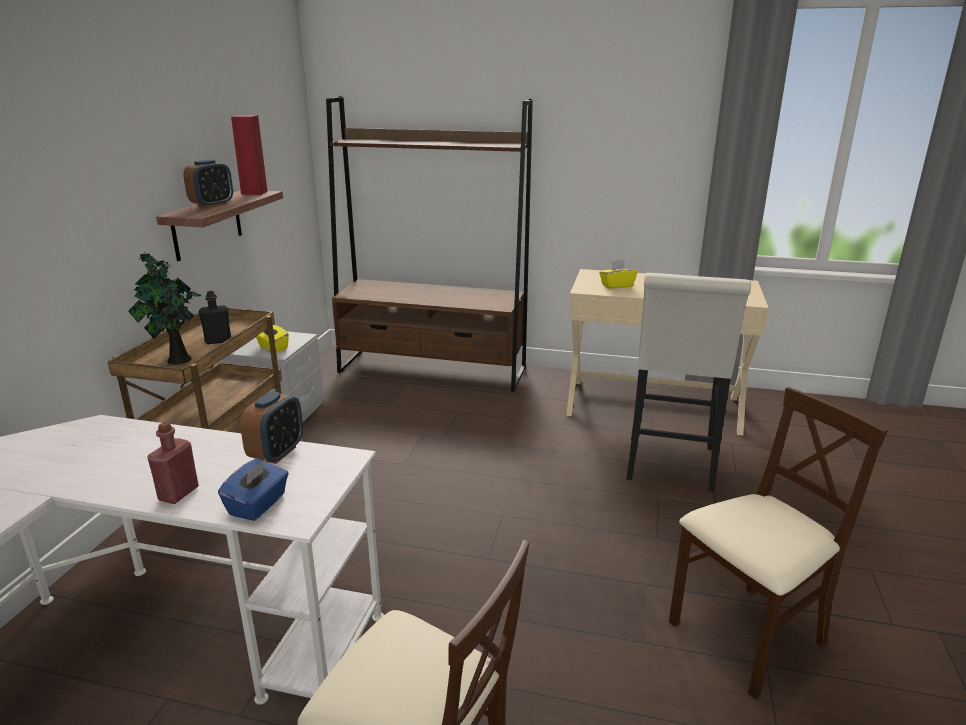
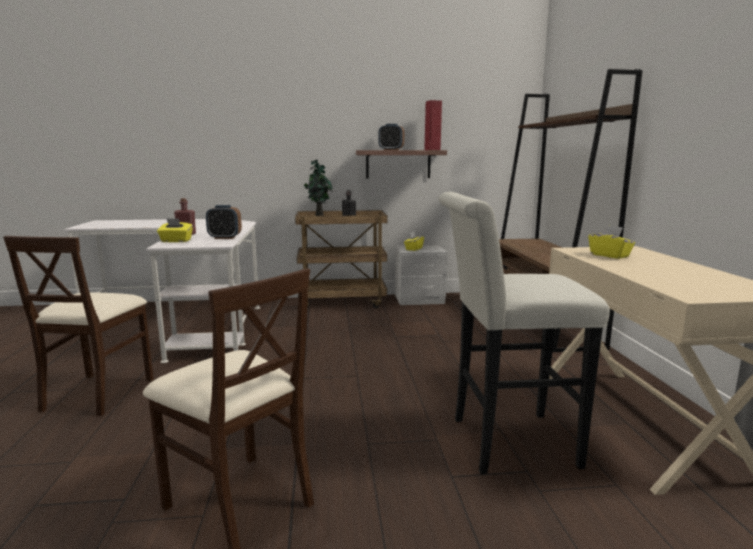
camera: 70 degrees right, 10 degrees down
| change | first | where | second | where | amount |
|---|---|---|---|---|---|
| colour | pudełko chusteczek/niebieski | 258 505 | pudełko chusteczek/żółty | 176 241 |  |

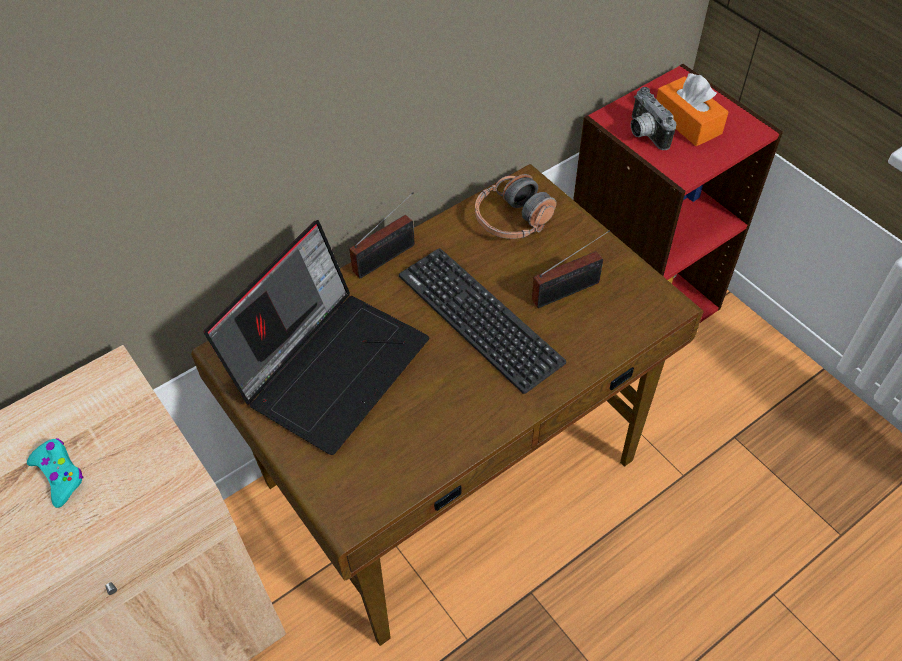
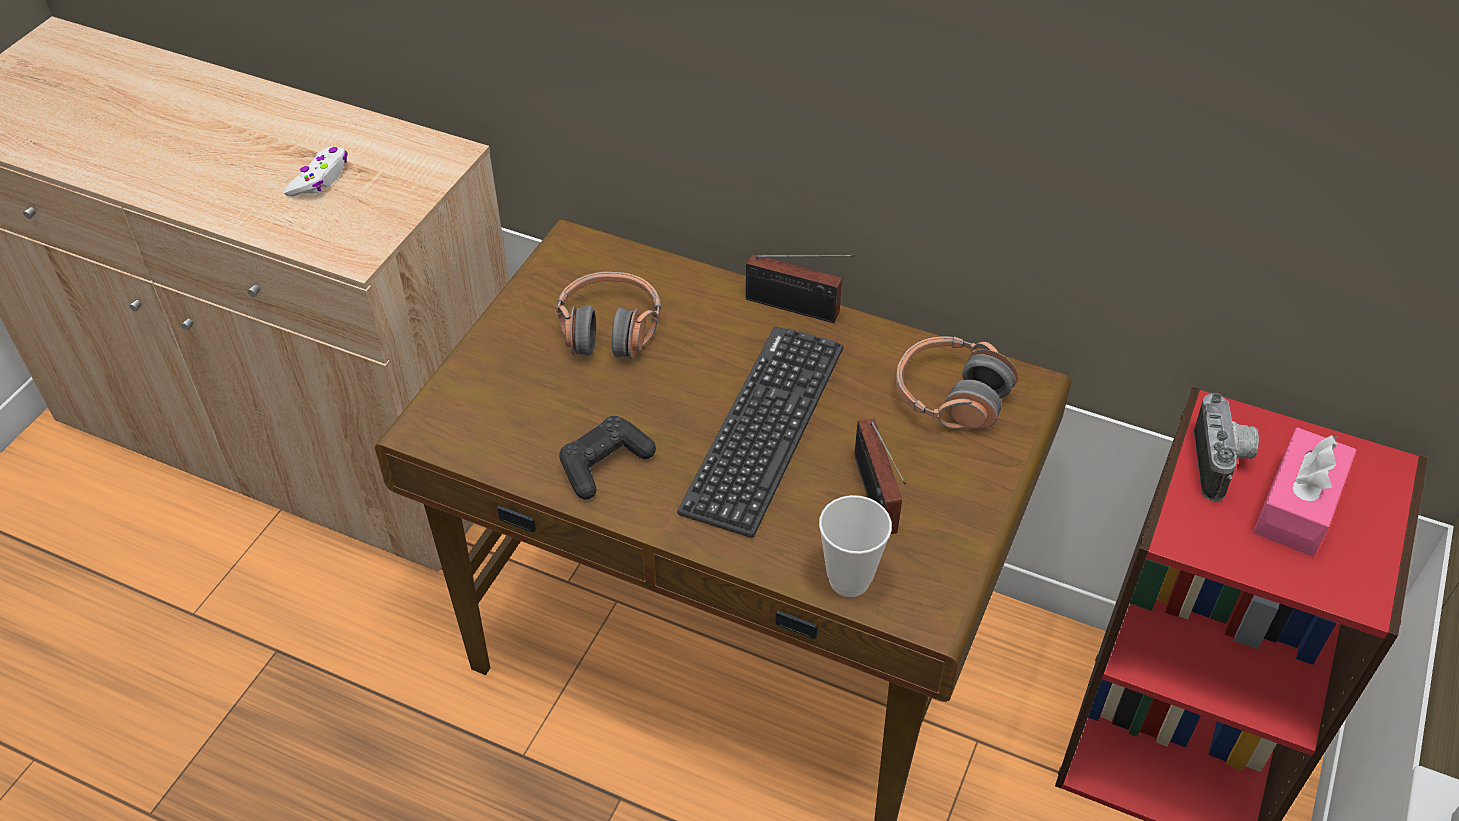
camera: 60 degrees right, 5 degrees down
| change | first | where | second | where | amount |
|---|---|---|---|---|---|
| colour | pudełko chusteczek/pomarańczowy | 687 122 | pudełko chusteczek/różowy | 1297 506 |  |
| spun | aparat fotograficzny | 644 134 |  | 1221 464 | 150 degrees clockwise |
| exchanged | laptop | 331 364 | słuchawki | 609 329 |  |
| spun | radio | 569 290 |  | 875 499 | 45 degrees clockwise |
| colour | pad do gier/turkusowy | 59 474 | pad do gier/biały | 320 179 |  |
| appeared |  |  | pad do gier/czarny | 604 464 |  |
| appeared |  |  | filiżanka | 849 580 |  |

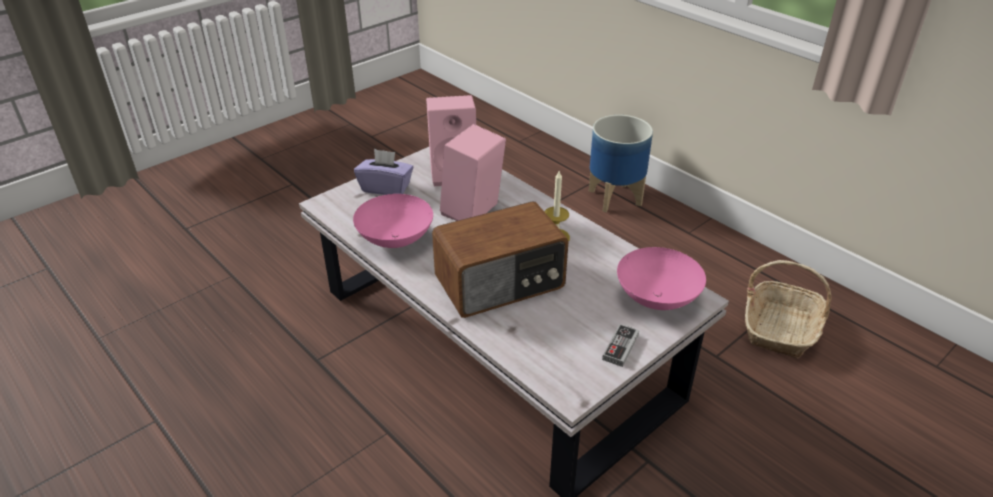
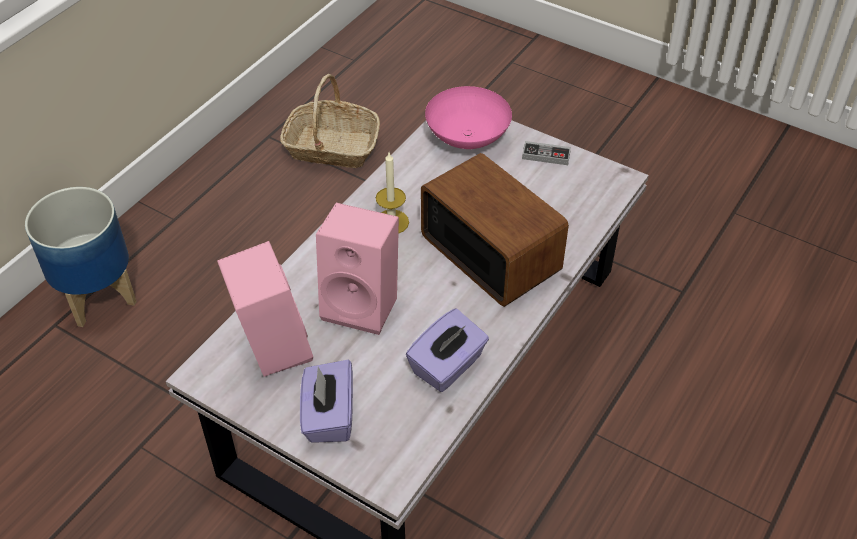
camera: 105 degrees left, 10 degrees up
| change | first | where | second | where | amount |
|---|---|---|---|---|---|
| exchanged | miska/różowy | 396 240 | pudełko chusteczek/fioletowy | 447 366 |  |

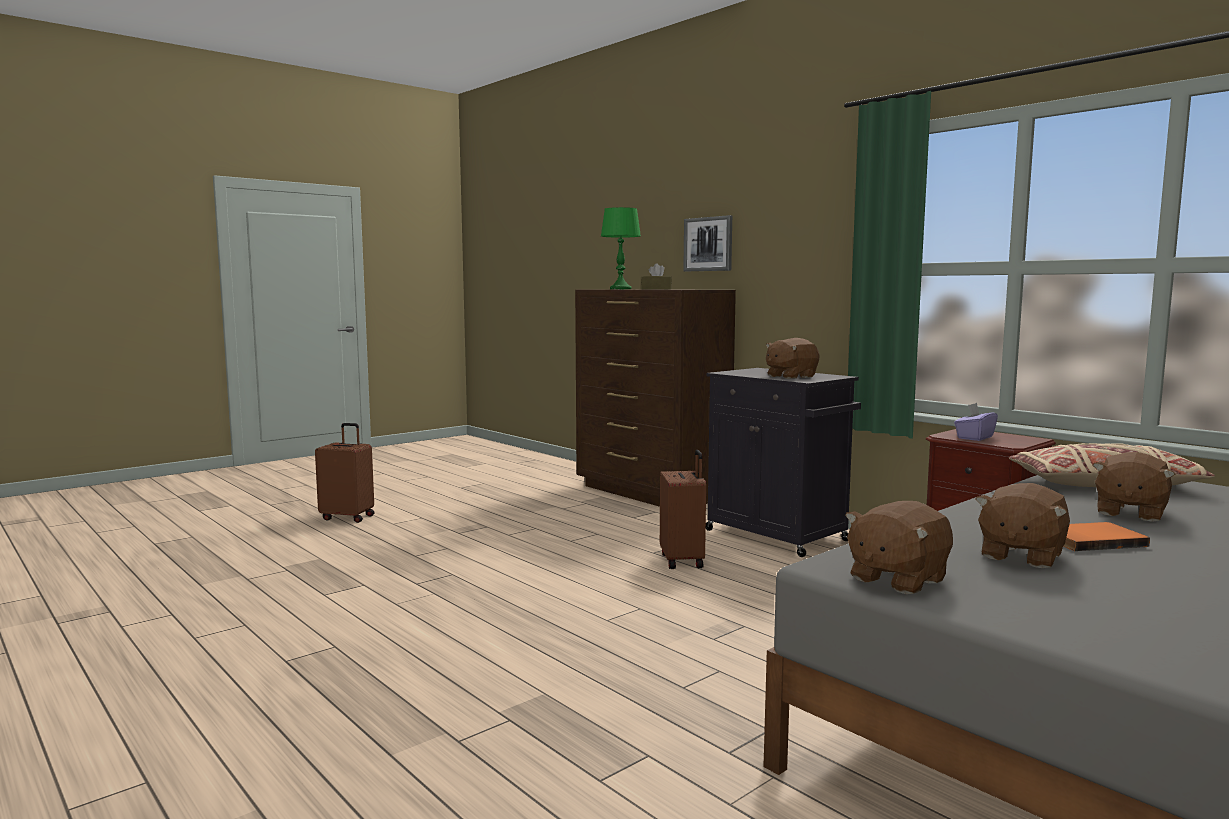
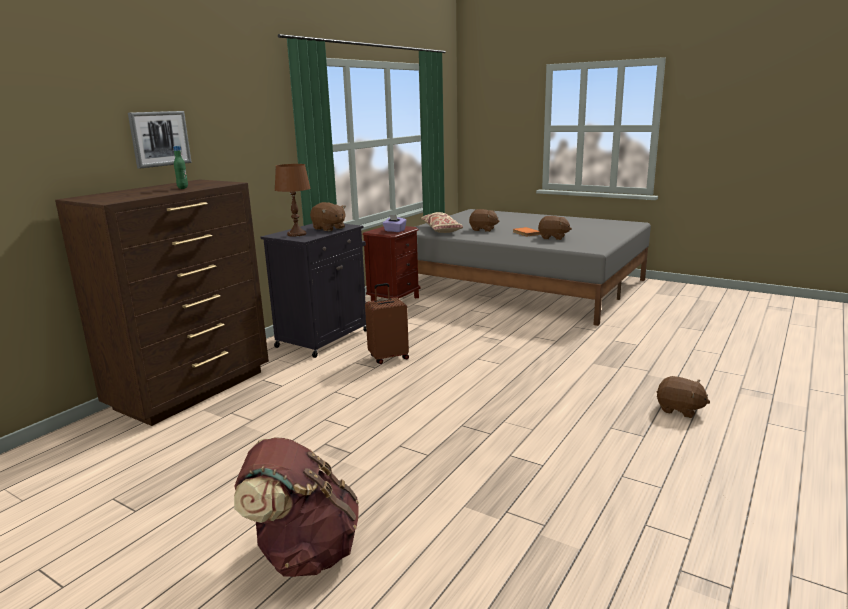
camera: 105 degrees left, 10 degrees up
| change | first | where | second | where | amount |
|---|---|---|---|---|---|
| missing | lampa stołowa/zielony | 620 289 |  |  |  |
| exchanged | pudełko chusteczek/brązowy | 656 289 | butelka/zielony | 182 188 |  |
| exchanged | walizka/brązowy | 348 517 | plecak/brązowy | 303 553 |  |
| relocated | pluszak/brązowy | 896 579 |  | 679 409 |  |
| appeared |  |  | lampa stołowa/brązowy | 296 234 |  |

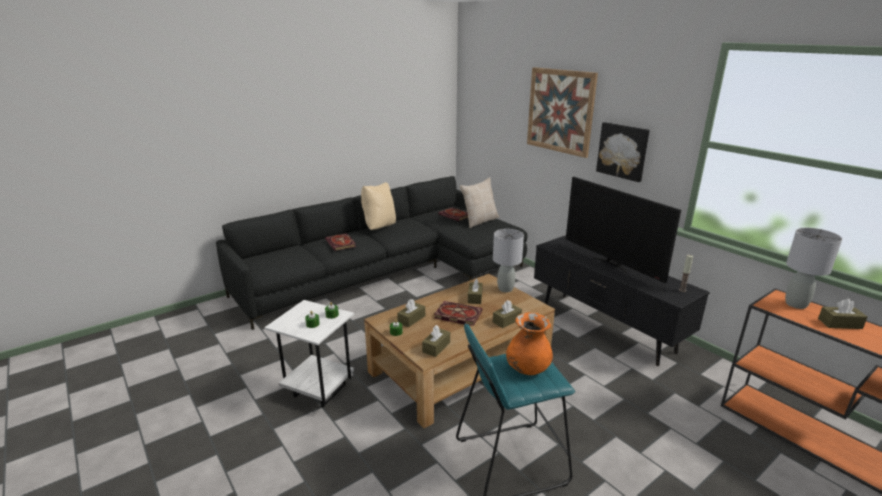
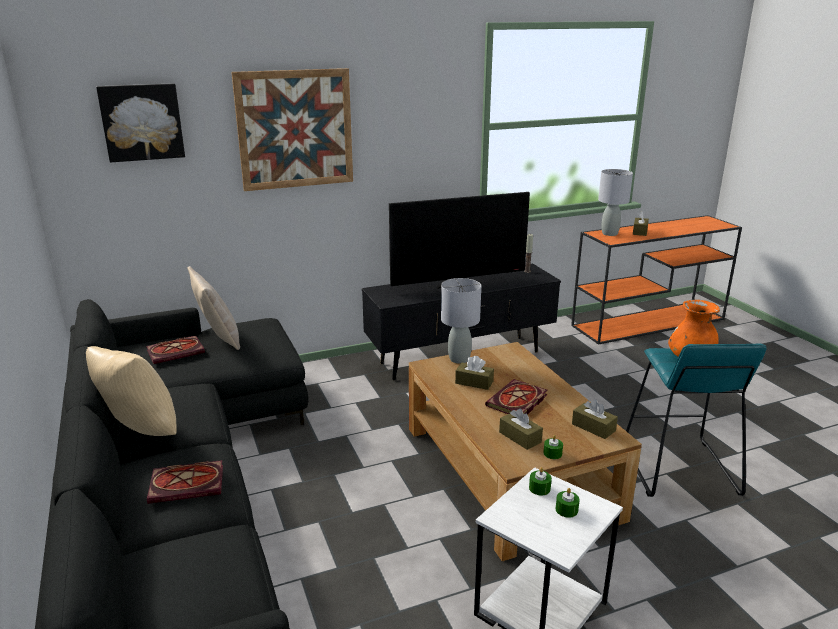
camera: 75 degrees left, 0 degrees up
| change | first | where | second | where | amount |
|---|---|---|---|---|---|
| relocated | obraz | 623 151 |  | 142 122 |  |
| missing | pudełko chusteczek/brązowy | 506 320 |  |  |  |

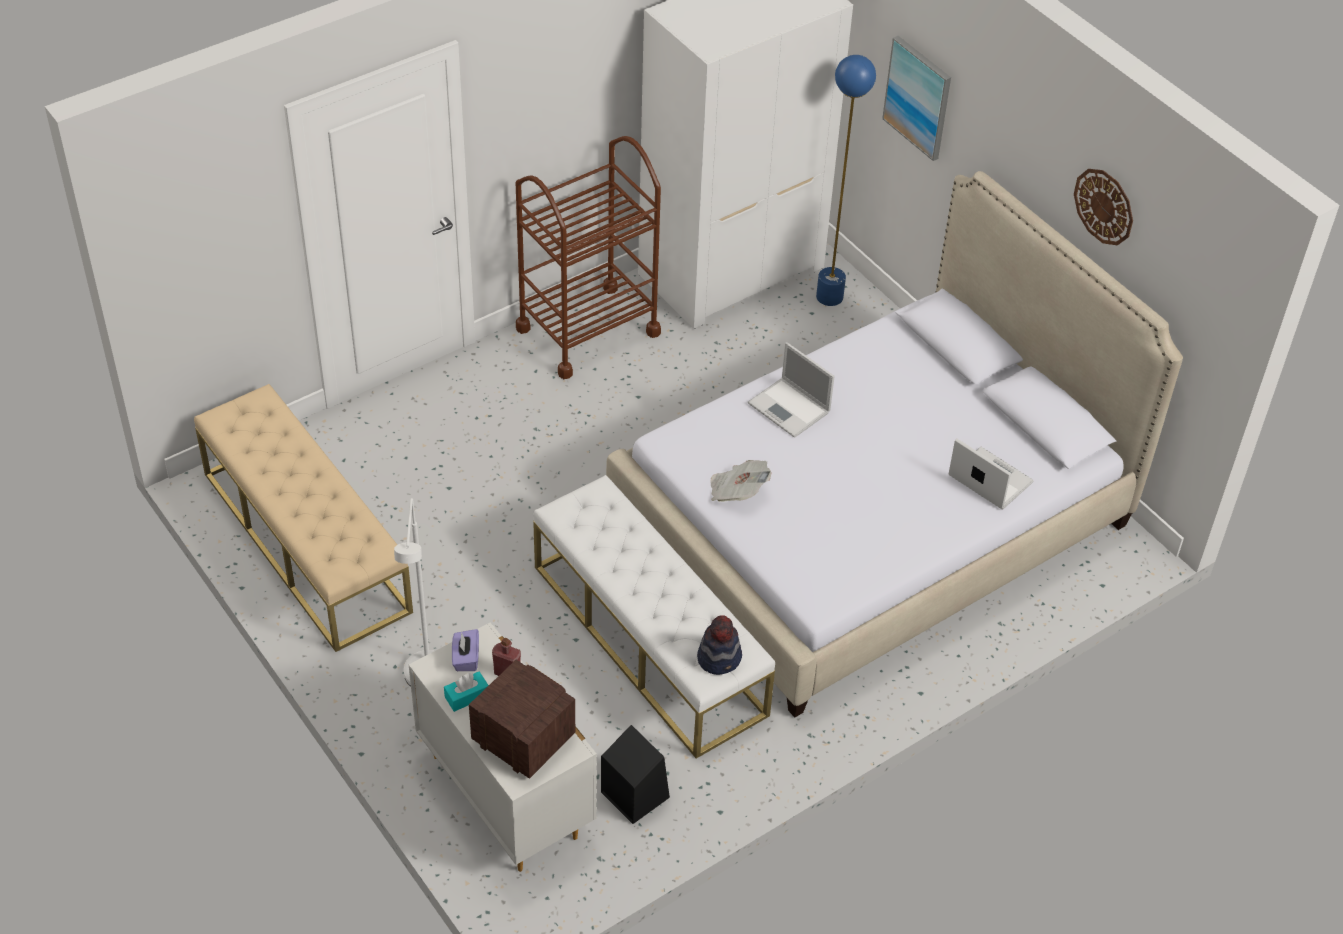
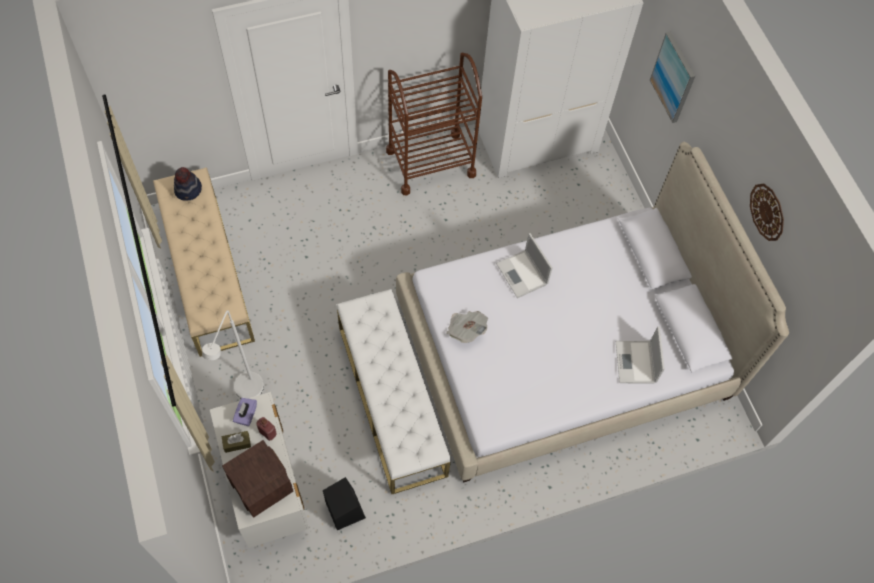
camera: 15 degrees right, 15 degrees up
| change | first | where | second | where | amount |
|---|---|---|---|---|---|
| missing | lampa stojąca/niebieski | 829 297 |  |  |  |
| spun | laptop | 988 479 |  | 636 363 | 150 degrees counterclockwise |
| relocated | kapelusz | 720 657 |  | 188 190 |  |
| colour | pudełko chusteczek/turkusowy | 467 696 | pudełko chusteczek/brązowy | 237 443 |  |

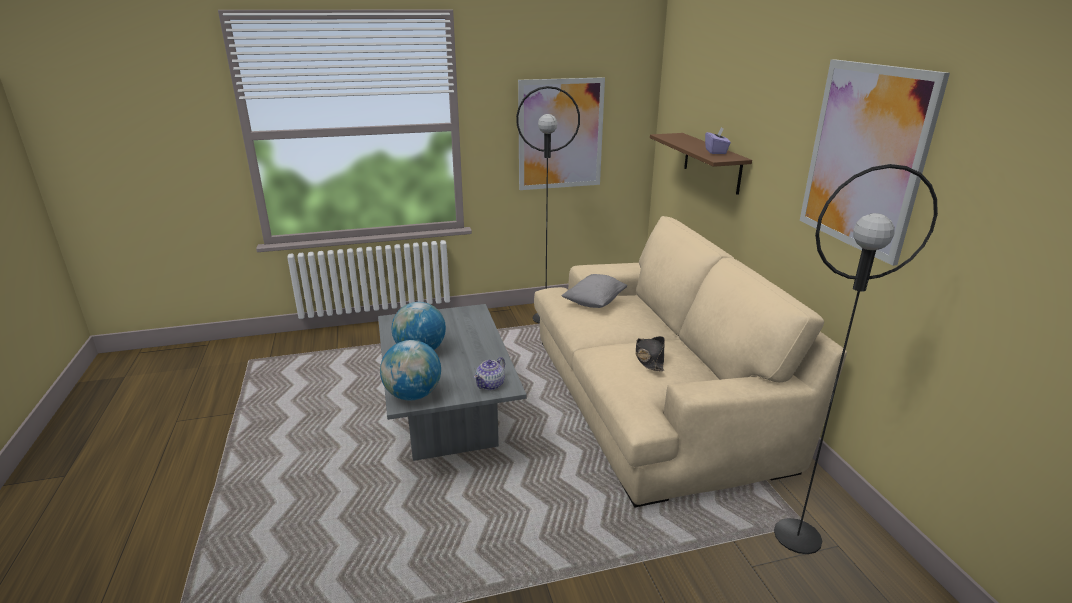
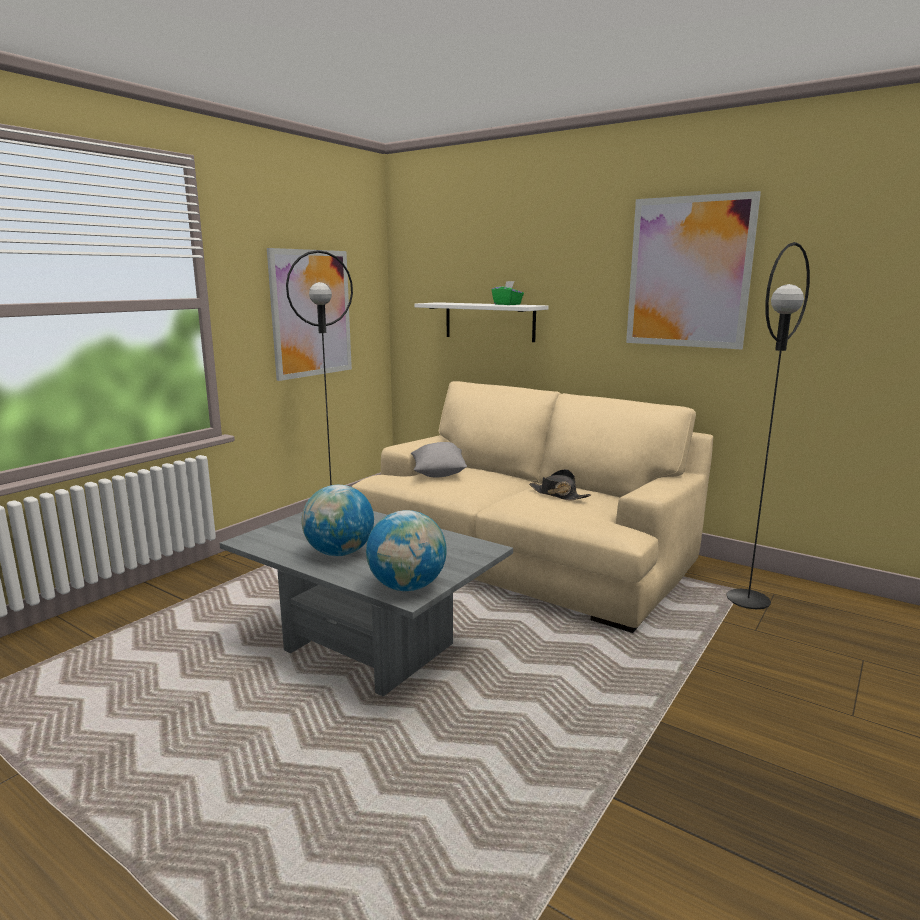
camera: 40 degrees left, 10 degrees down
| change | first | where | second | where | amount |
|---|---|---|---|---|---|
| colour | pudełko chusteczek/fioletowy | 716 151 | pudełko chusteczek/zielony | 507 304 |  |
| colour | półka/brązowy | 712 163 | półka/biały | 489 321 |  |
| missing | imbryk | 490 384 |  |  |  |

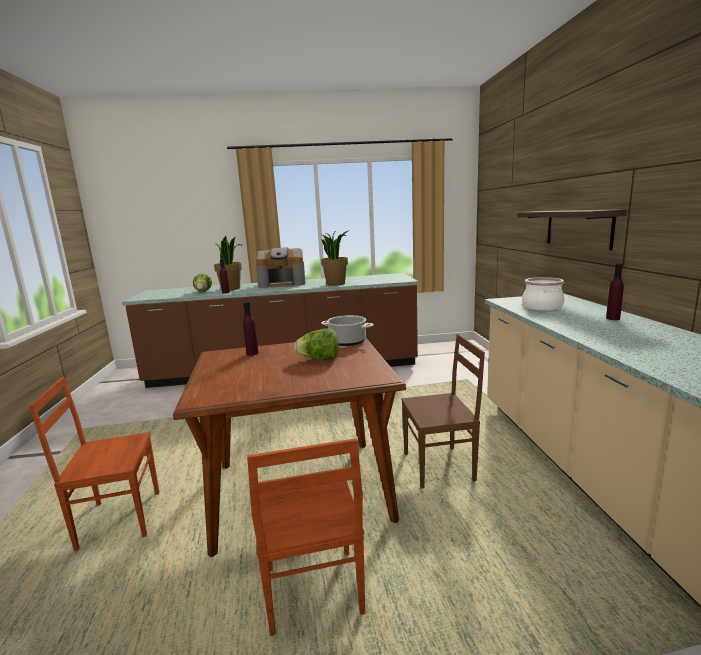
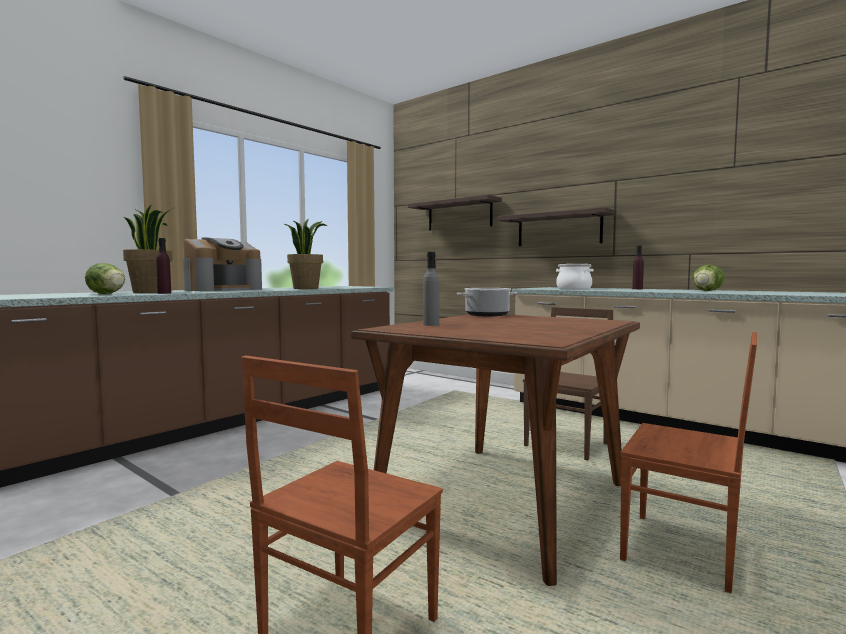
camera: 45 degrees left, 10 degrees down
| change | first | where | second | where | amount |
|---|---|---|---|---|---|
| colour | butelka/fioletowy | 252 353 | butelka/szary | 431 324 |  |
| relocated | sałata | 319 359 |  | 706 291 |  |
| appeared |  |  | półka | 459 215 |  |

